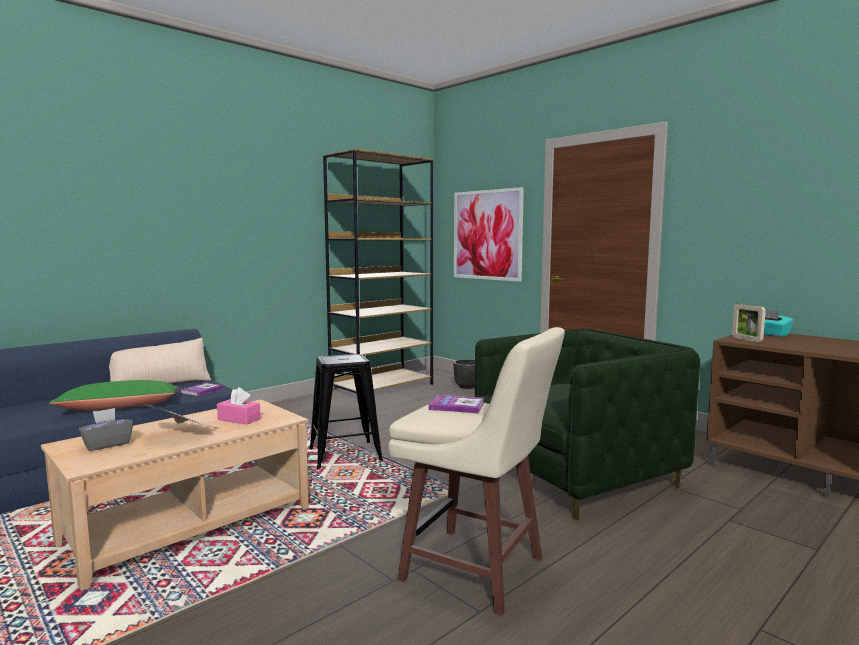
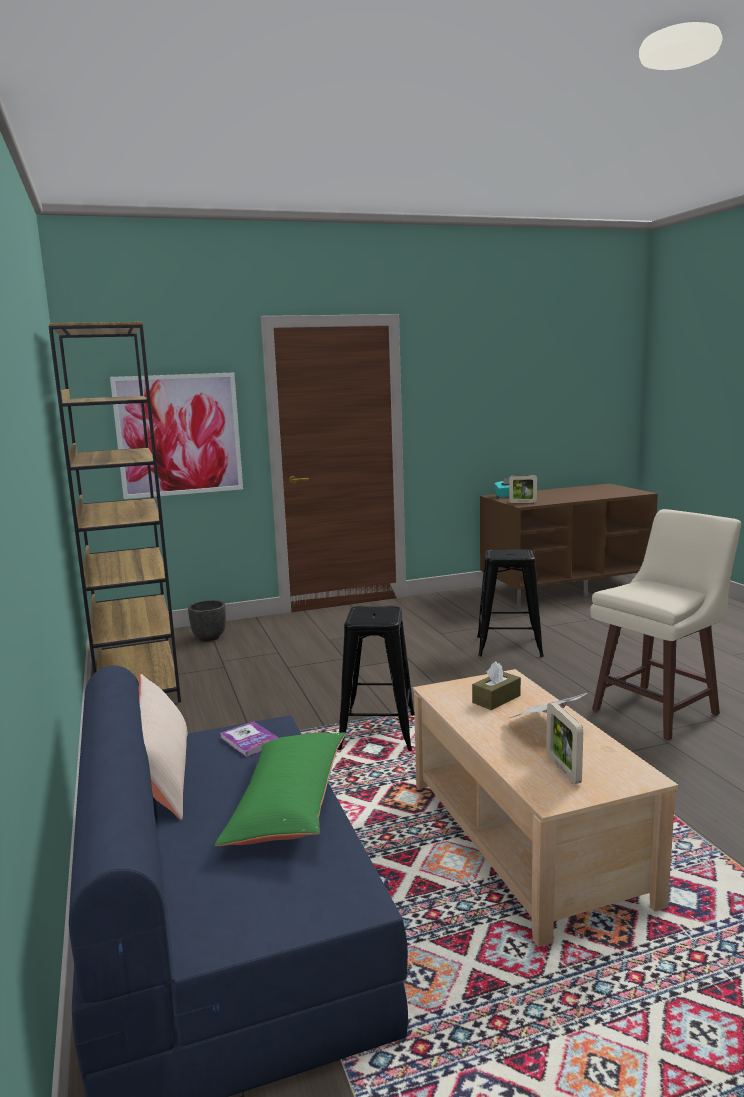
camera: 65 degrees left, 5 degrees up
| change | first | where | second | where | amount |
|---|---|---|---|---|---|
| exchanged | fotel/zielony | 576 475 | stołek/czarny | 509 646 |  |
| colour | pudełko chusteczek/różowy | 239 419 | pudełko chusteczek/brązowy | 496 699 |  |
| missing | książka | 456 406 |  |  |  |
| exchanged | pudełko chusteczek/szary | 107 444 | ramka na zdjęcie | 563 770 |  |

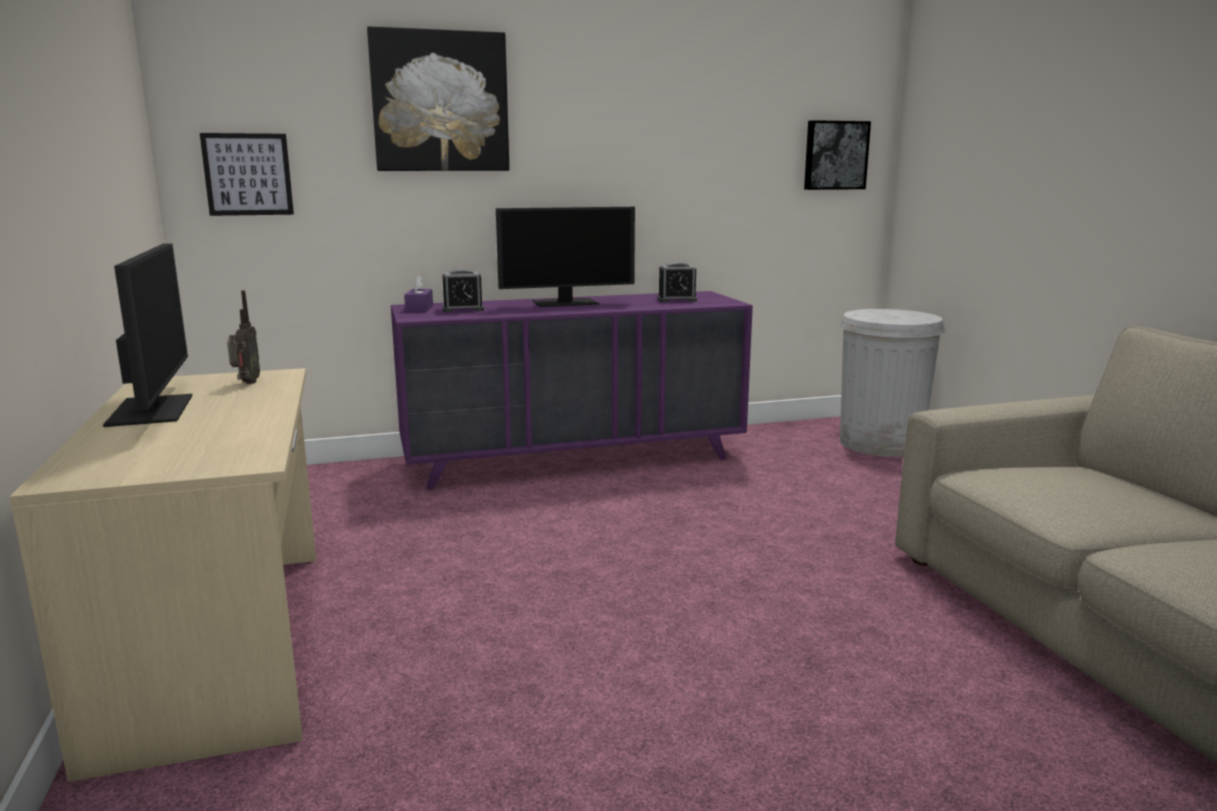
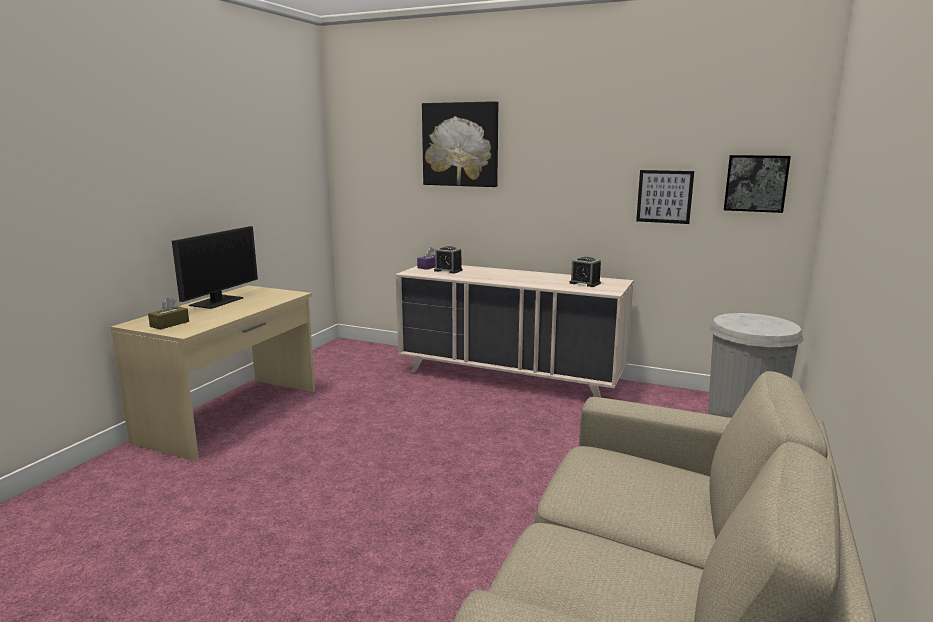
camera: 40 degrees right, 0 degrees up
| change | first | where | second | where | amount |
|---|---|---|---|---|---|
| relocated | obraz | 248 174 |  | 664 196 |  |
| missing | monitor | 566 303 |  |  |  |
| missing | radio | 246 383 |  |  |  |
| colour | komoda/fioletowy | 574 459 | komoda/beżowy | 510 377 |  |
| appeared |  |  | pudełko chusteczek/brązowy | 169 324 |  |

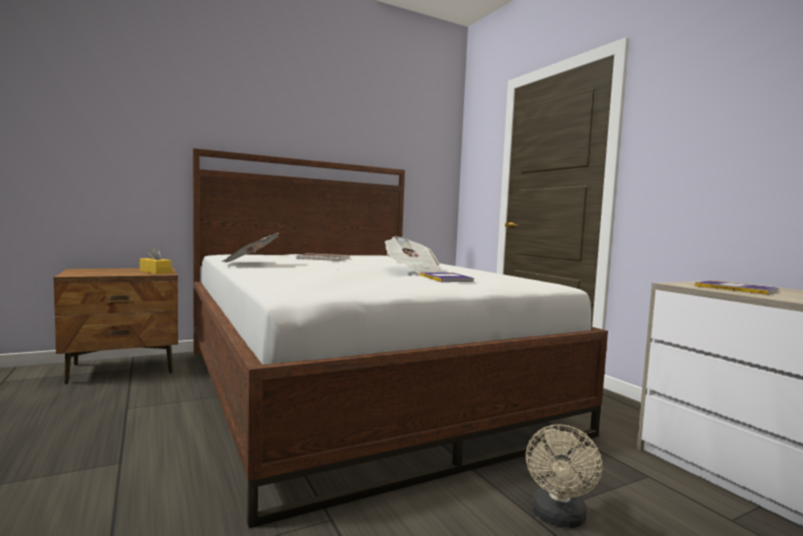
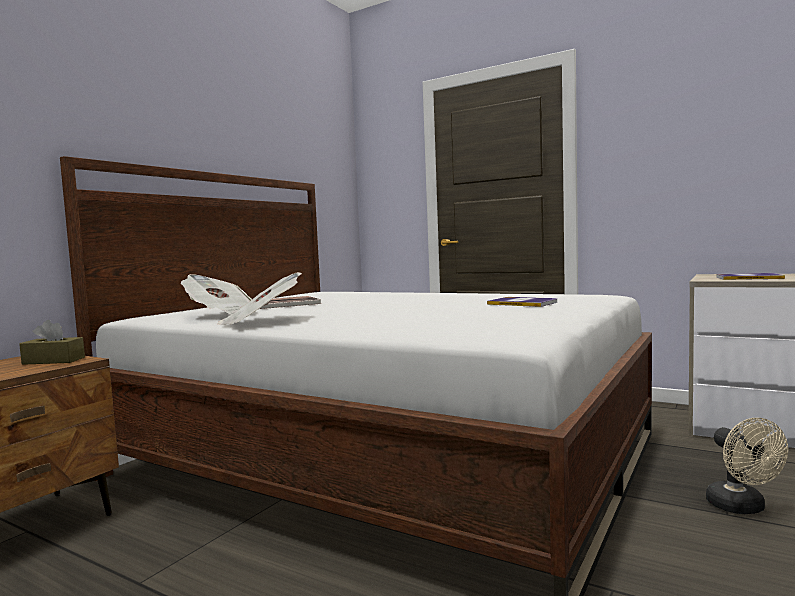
camera: 30 degrees left, 0 degrees up
| change | first | where | second | where | amount |
|---|---|---|---|---|---|
| relocated | gazeta | 412 271 |  | 223 315 |  |
| colour | pudełko chusteczek/żółty | 155 272 | pudełko chusteczek/brązowy | 53 361 |  |

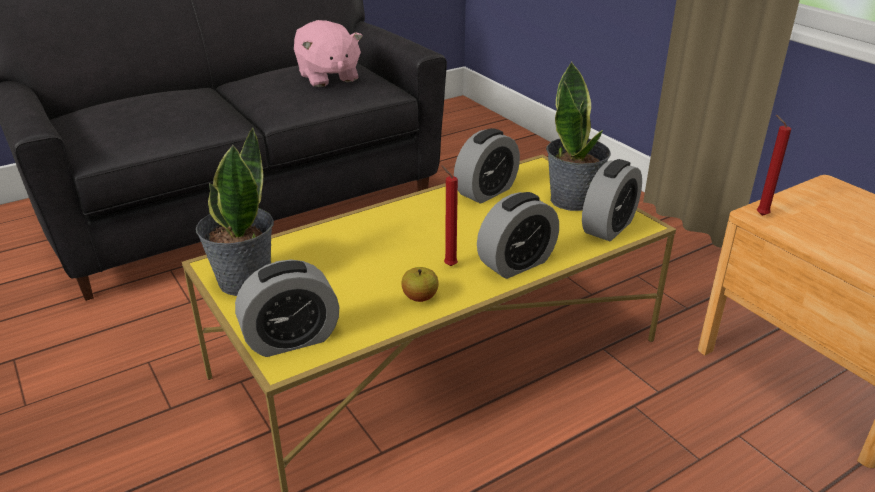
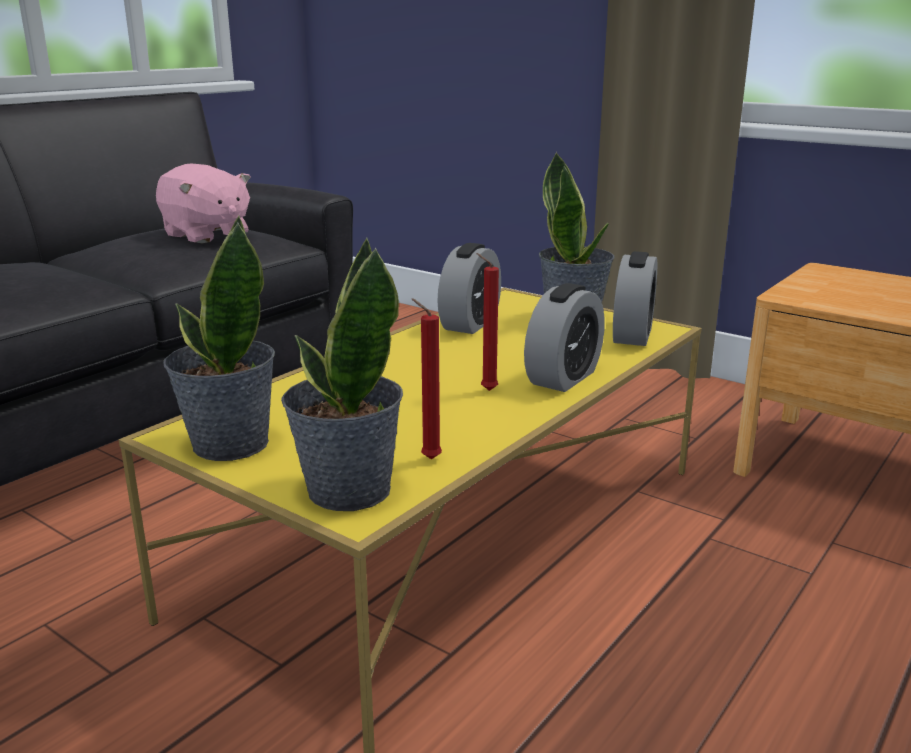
camera: 20 degrees left, 10 degrees down
| change | first | where | second | where | amount |
|---|---|---|---|---|---|
| relocated | świeca/czerwony | 760 215 |  | 428 458 |  |
| exchanged | budzik | 291 339 | roślina doniczkowa | 347 490 |  |
| missing | jabłko | 420 297 |  |  |  |

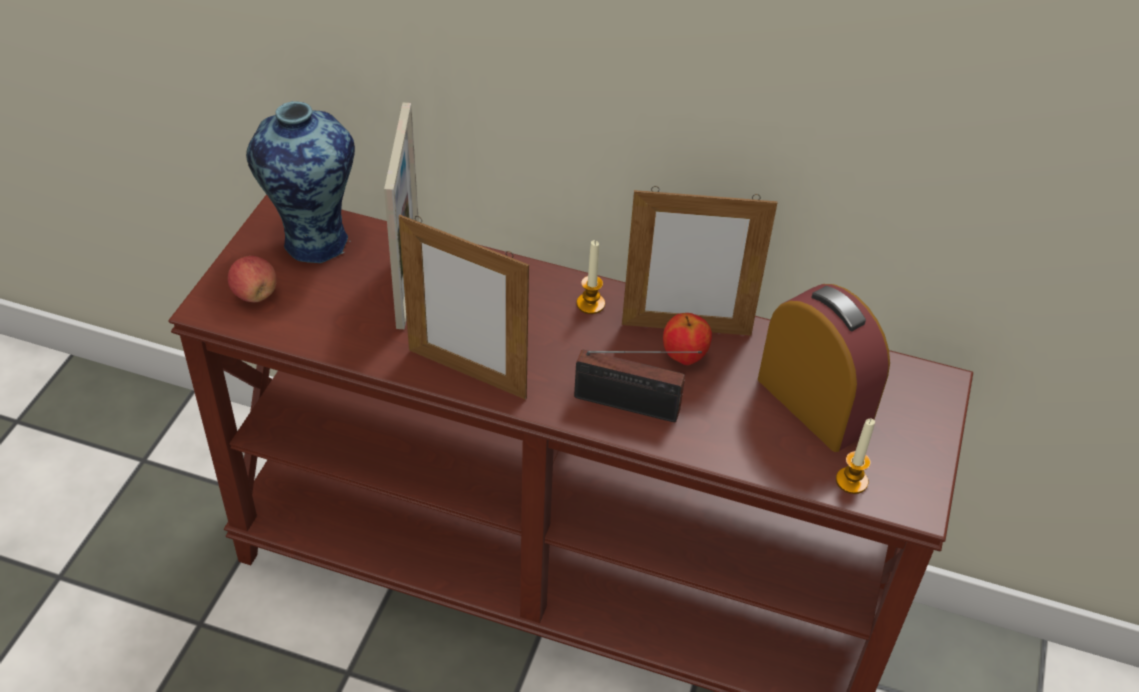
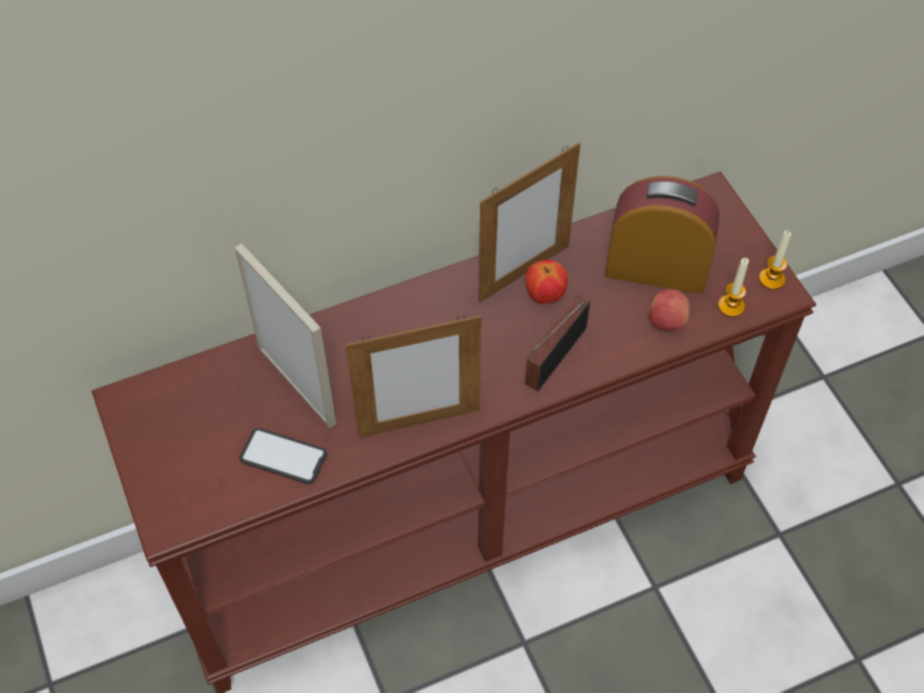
camera: 40 degrees left, 10 degrees up
| change | first | where | second | where | amount |
|---|---|---|---|---|---|
| missing | wazon | 313 240 |  |  |  |
| relocated | świeca | 590 304 |  | 771 279 |  |
| relocated | jabłko | 255 294 |  | 666 321 |  |
| spun | radio | 632 406 |  | 552 359 | 150 degrees clockwise |
| appeared |  |  | telefon | 283 456 |  |

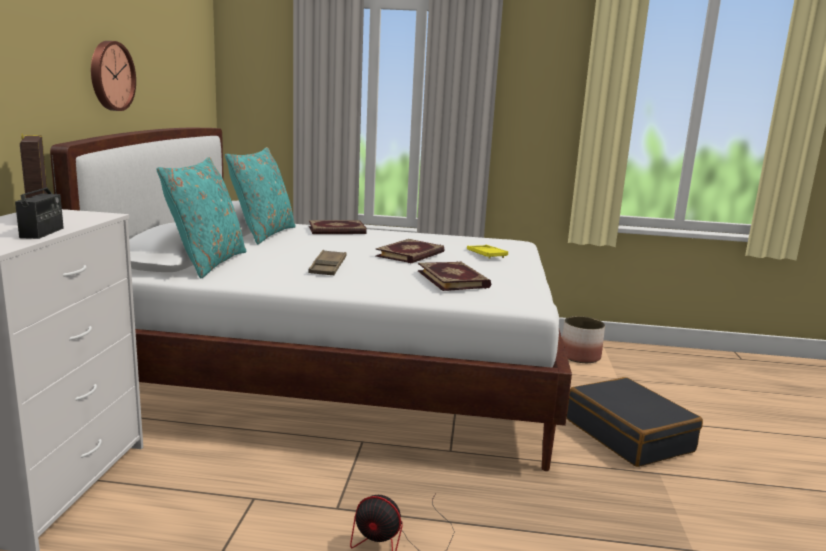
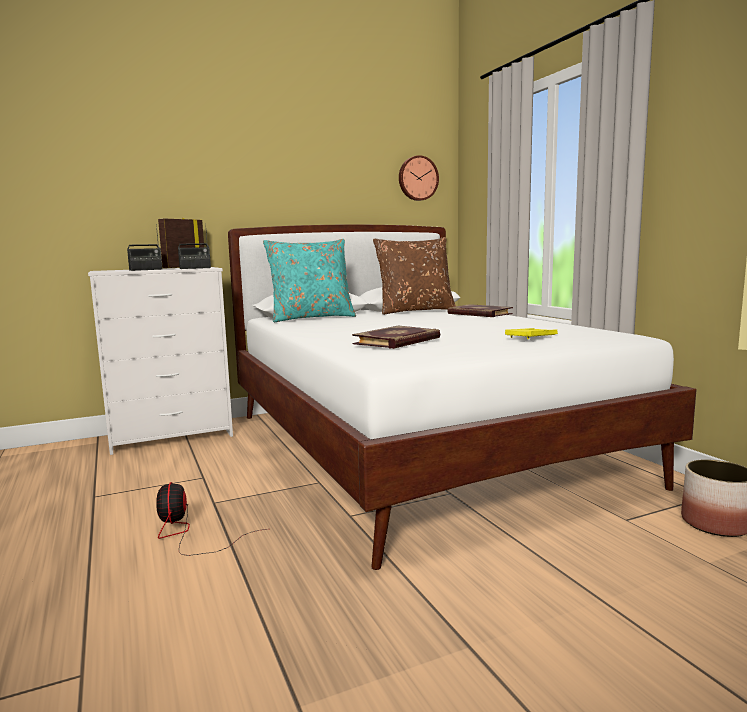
camera: 60 degrees right, 5 degrees down
| change | first | where | second | where | amount |
|---|---|---|---|---|---|
| relocated | zegar ścienny | 110 76 |  | 417 178 |  |
| colour | poduszka/turkusowy | 263 234 | poduszka/brązowy | 415 311 |  |
| missing | książka | 411 254 |  |  |  |
| missing | taca/brązowy | 328 267 |  |  |  |
| missing | walizka/czarny | 629 435 |  |  |  |
| appeared |  |  | radio | 195 268 |  |

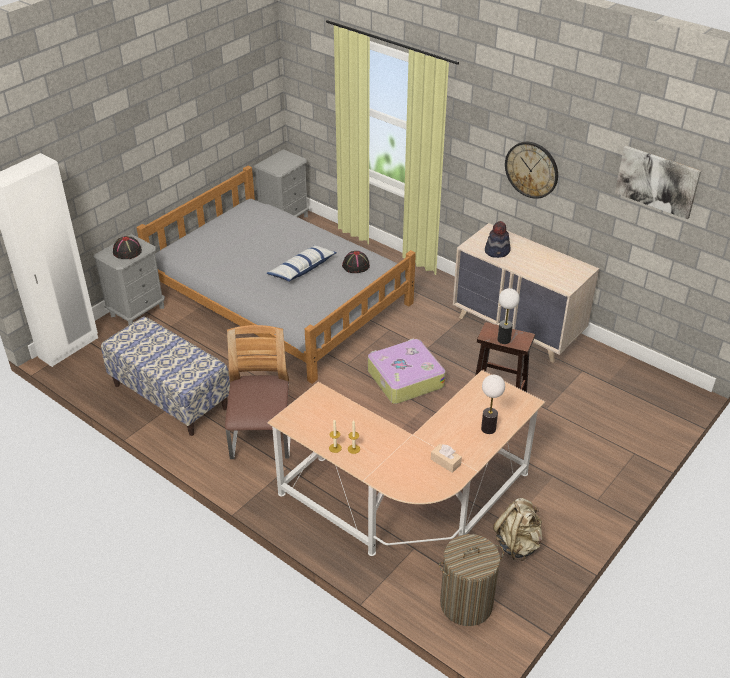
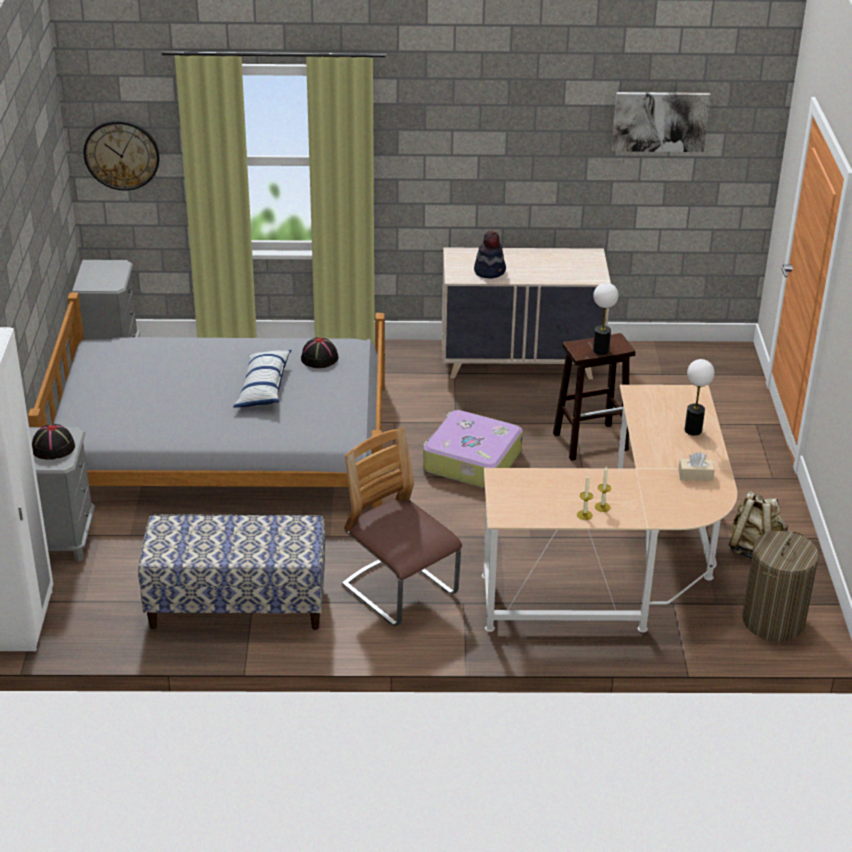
camera: 40 degrees left, 5 degrees down
| change | first | where | second | where | amount |
|---|---|---|---|---|---|
| relocated | zegar ścienny | 531 169 |  | 121 154 |  |

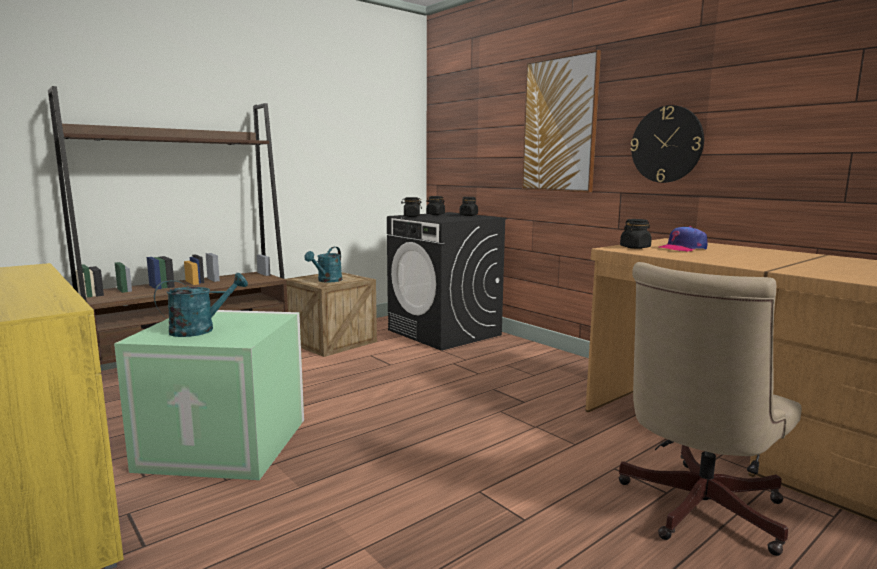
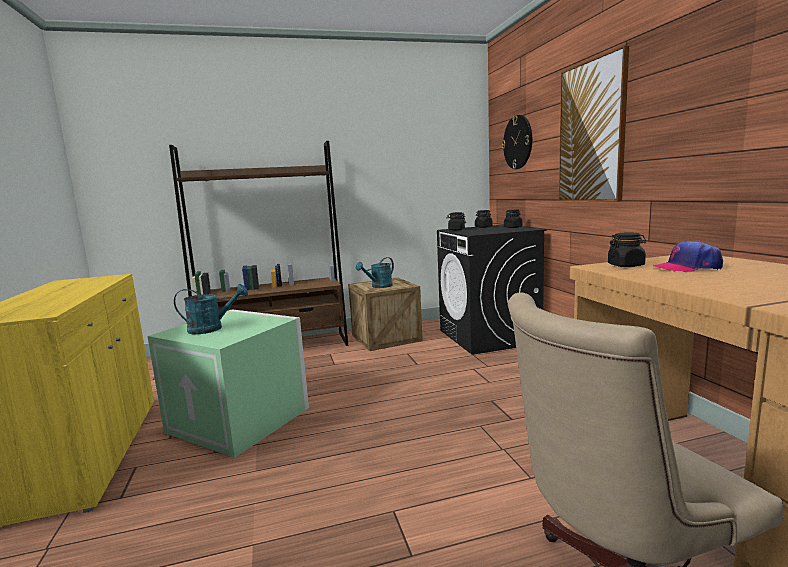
camera: 25 degrees right, 0 degrees up
| change | first | where | second | where | amount |
|---|---|---|---|---|---|
| relocated | zegar ścienny | 666 144 |  | 518 142 |  |

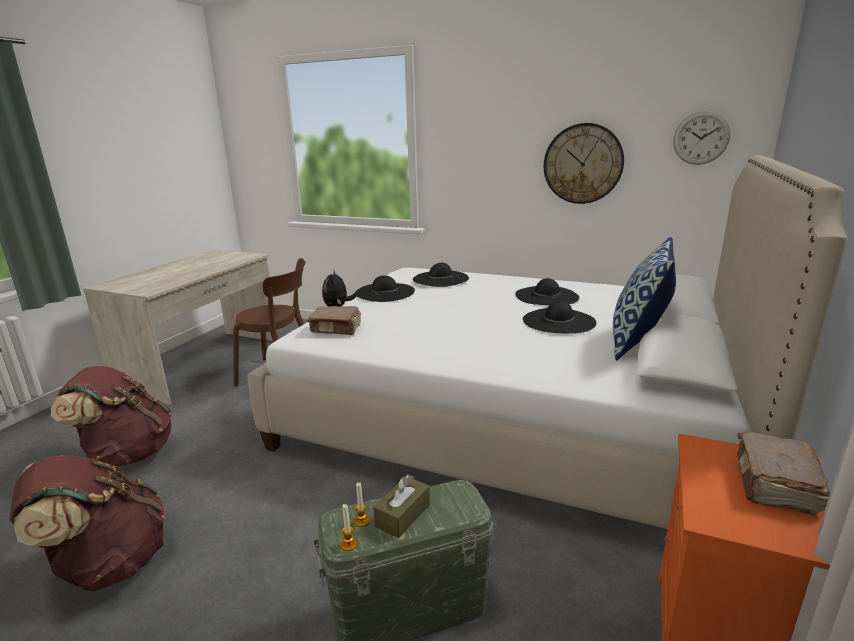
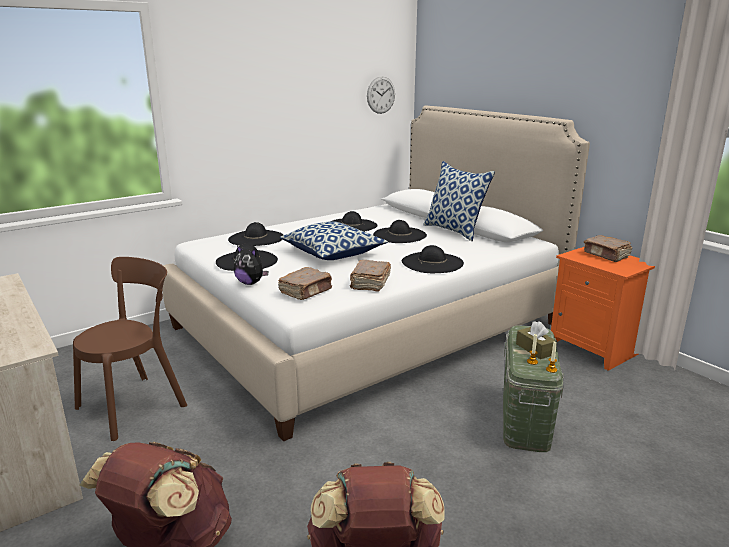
camera: 60 degrees left, 0 degrees up
| change | first | where | second | where | amount |
|---|---|---|---|---|---|
| missing | zegar ścienny | 583 164 |  |  |  |
| appeared |  |  | poduszka | 333 253 |  |
| appeared |  |  | kapelusz/czarny | 432 262 |  |
| appeared |  |  | książka/brązowy | 370 283 |  |

